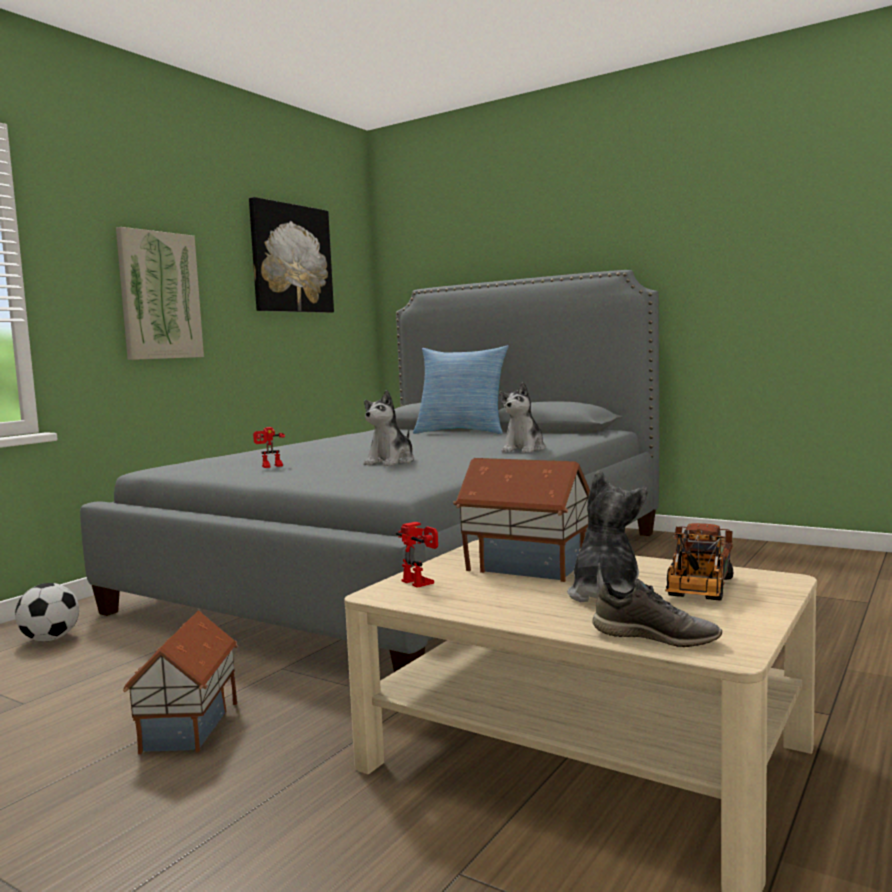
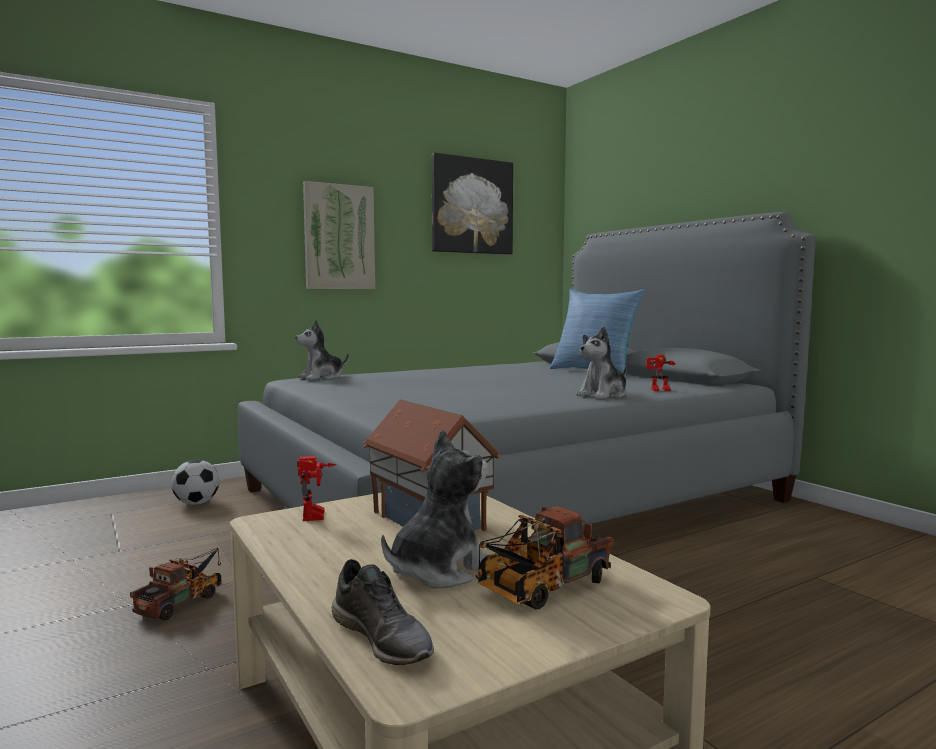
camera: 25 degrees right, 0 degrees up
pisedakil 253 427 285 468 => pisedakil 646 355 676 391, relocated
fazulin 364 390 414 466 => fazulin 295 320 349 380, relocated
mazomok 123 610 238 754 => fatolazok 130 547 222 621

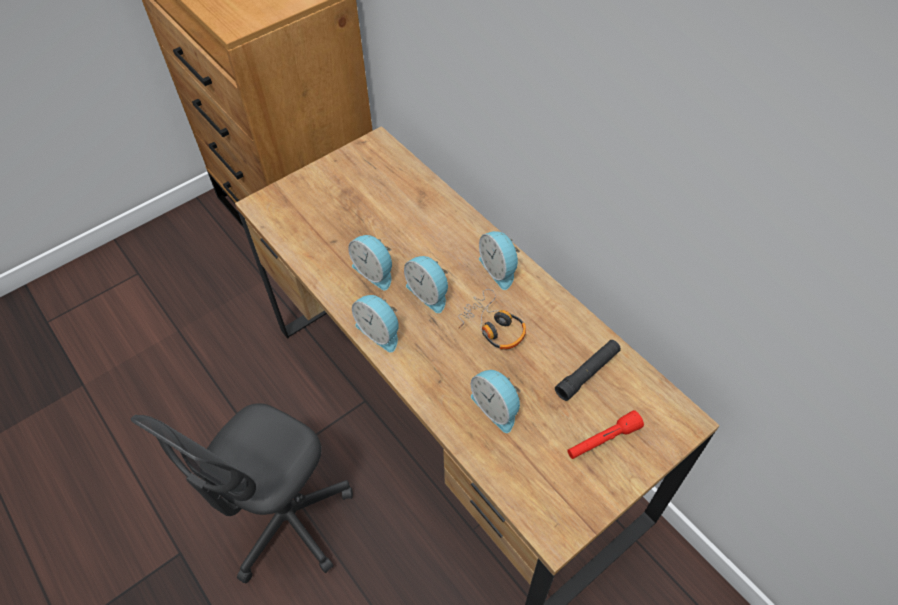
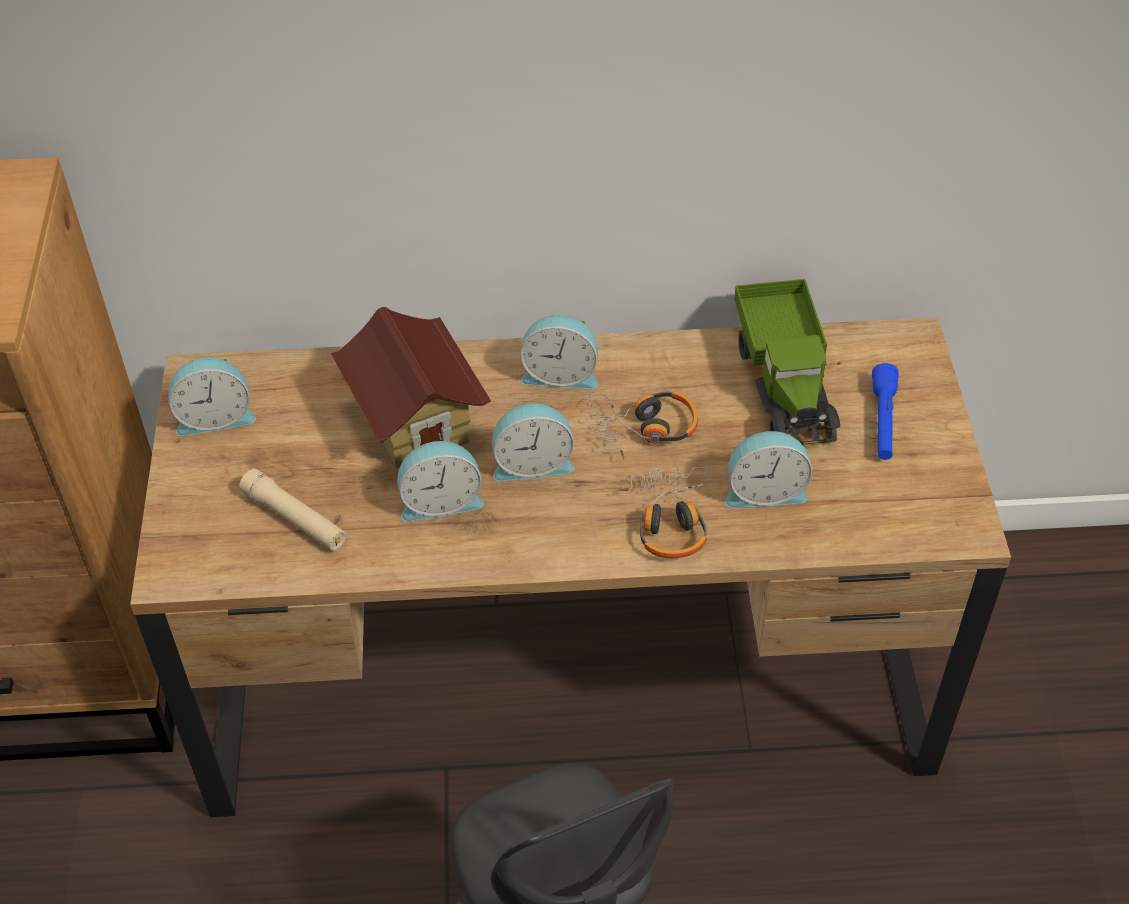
camera: 55 degrees left, 5 degrees down
nothing => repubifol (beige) 239 469 346 551
nothing => mazomok 331 307 491 469
nothing => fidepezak 617 466 709 558
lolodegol 352 295 399 353 => lolodegol 168 357 256 436, relocated
repubifol (black) 555 340 621 401 => fatolazok 734 279 841 445
repubifol (red) 567 410 644 459 => repubifol (blue) 872 363 899 460

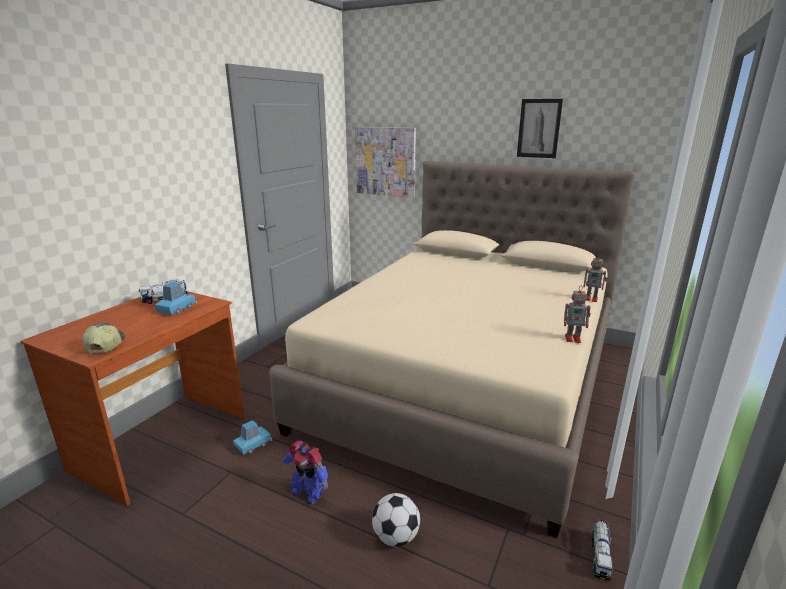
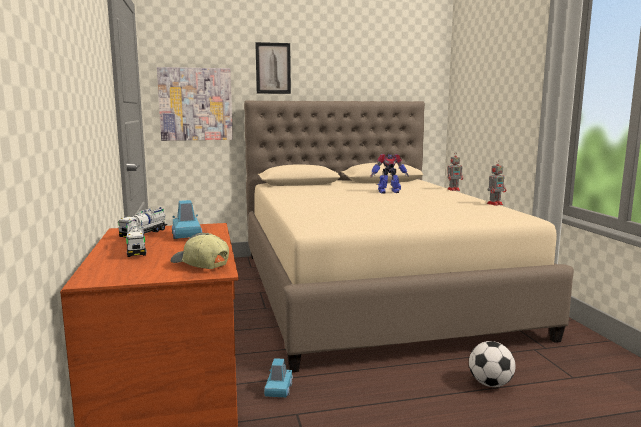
camera: 40 degrees left, 10 degrees down
pisedakil 281 440 328 504 => pisedakil 371 154 409 193, relocated
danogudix 517 99 563 158 => danogudix 255 42 291 94, relocated
fatolazok 591 520 613 581 => fatolazok 126 220 147 257, relocated

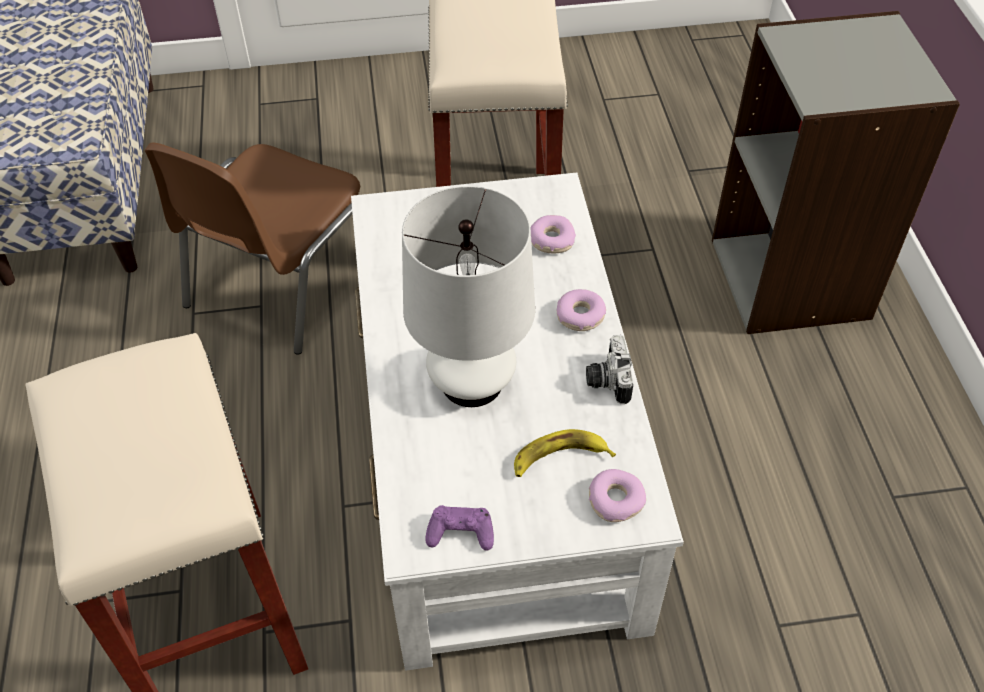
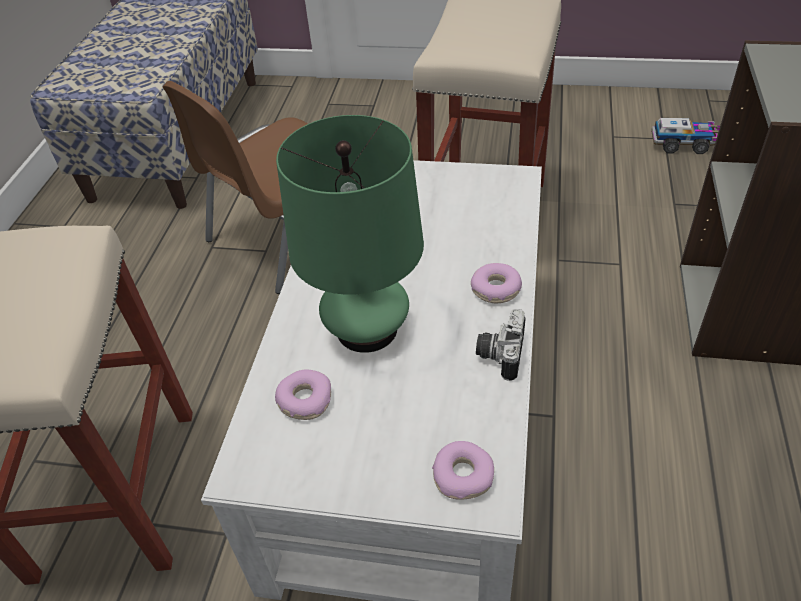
camera: 20 degrees right, 5 degrees down
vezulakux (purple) 425 505 494 551 => nothing
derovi 514 429 616 477 => nothing
nothing => fatolazok 651 118 720 154
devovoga 531 215 576 253 => devovoga 275 370 331 420, relocated
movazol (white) 402 186 535 407 => movazol (green) 276 115 424 353

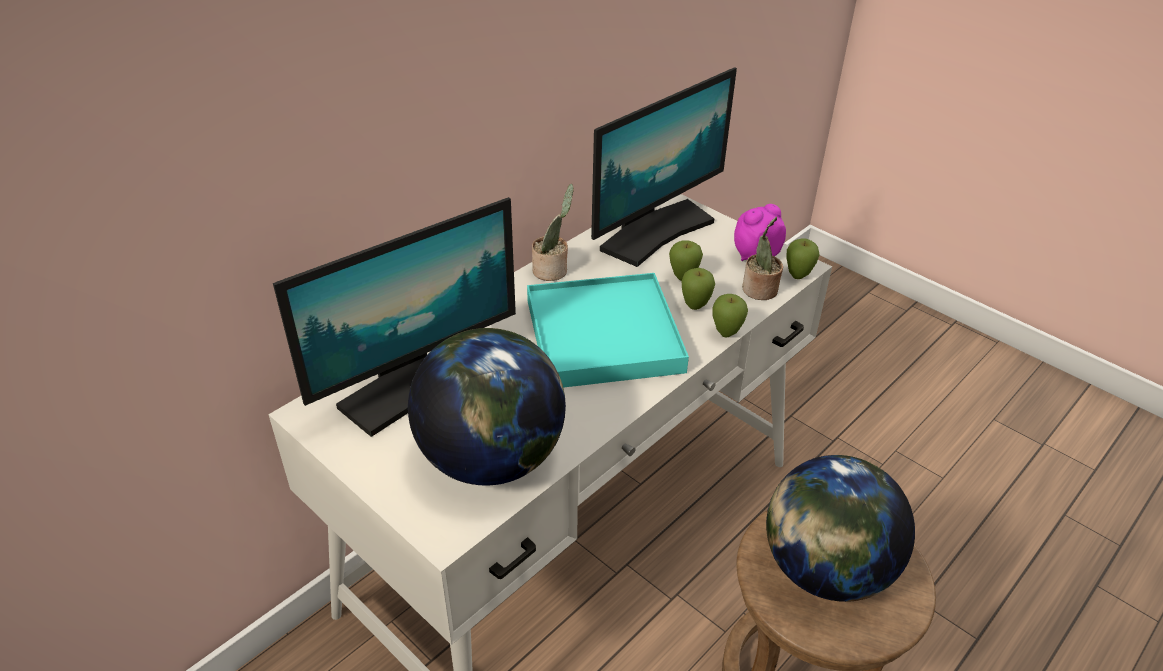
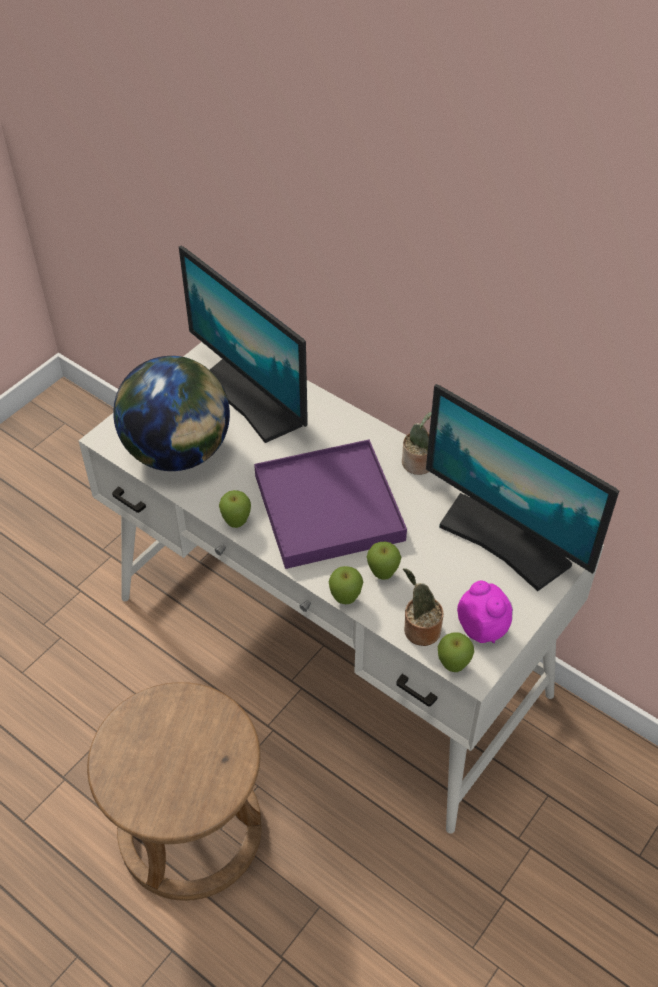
camera: 85 degrees right, 10 degrees up
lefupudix 766 455 915 602 => nothing
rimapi 669 240 703 281 => rimapi 219 490 251 528, relocated
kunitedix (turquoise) 527 273 689 388 => kunitedix (purple) 254 440 407 569

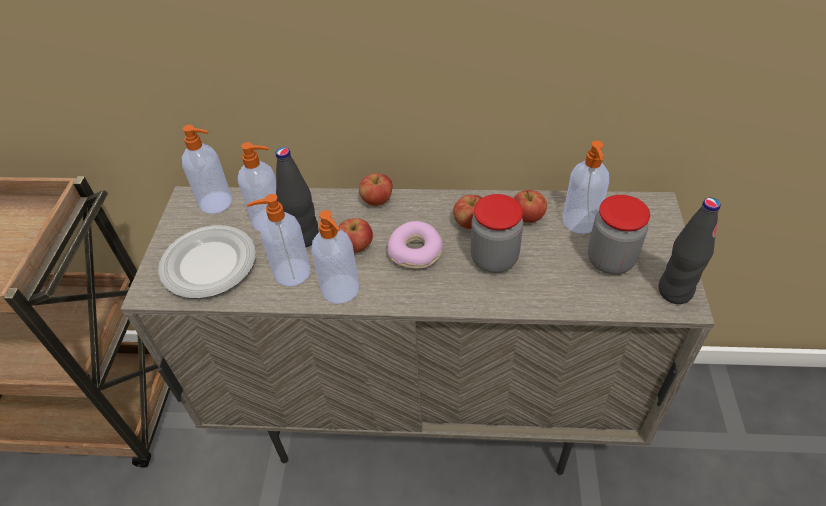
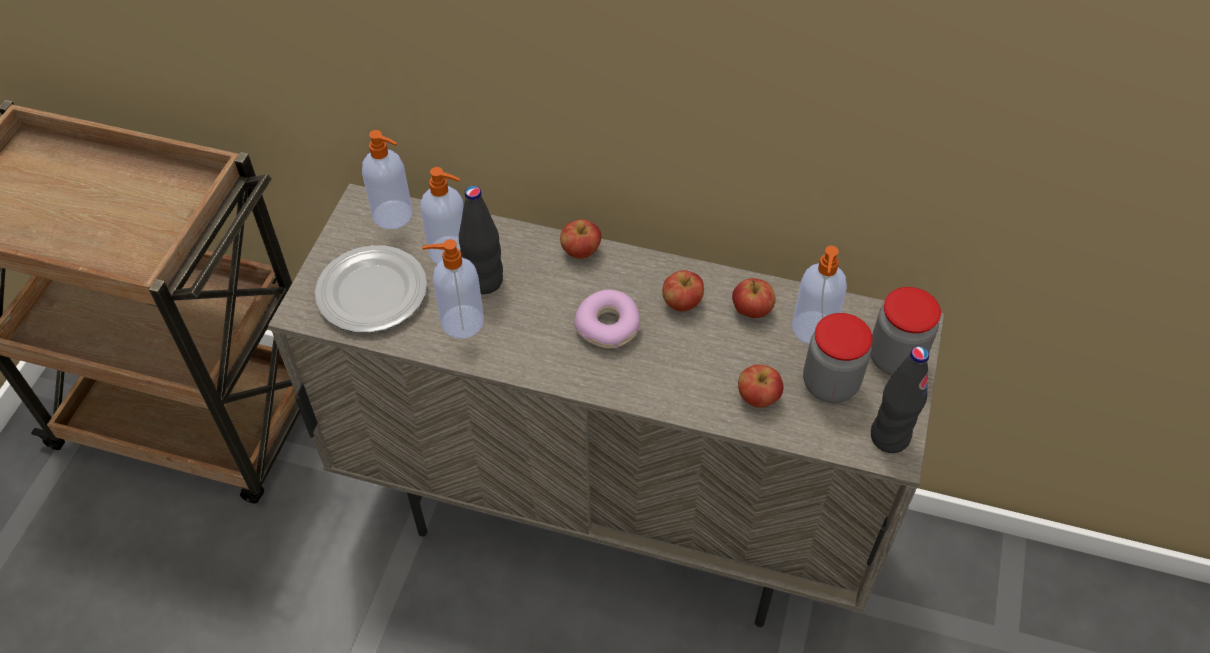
camera: 10 degrees right, 5 degrees up
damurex 311 210 359 304 => nothing
rimapi 338 218 373 253 => rimapi 738 364 784 408, relocated
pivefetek 471 194 523 273 => pivefetek 871 287 941 375, relocated

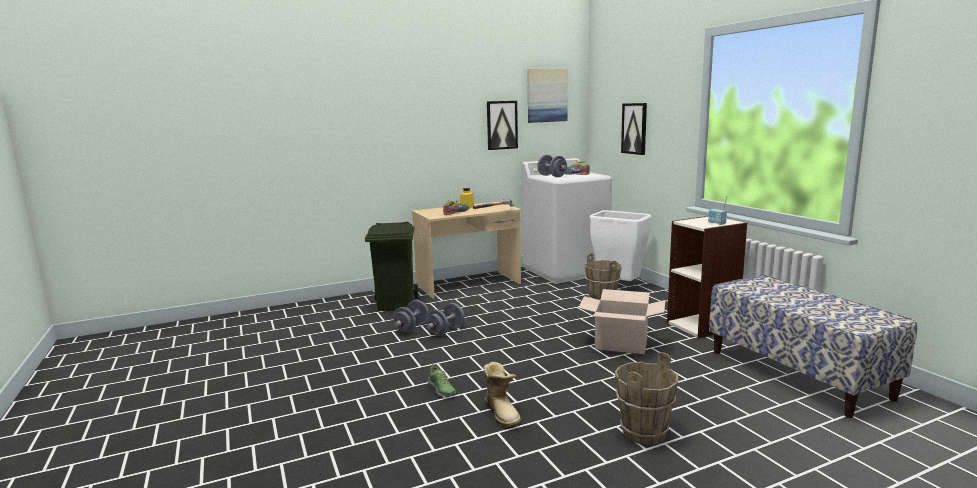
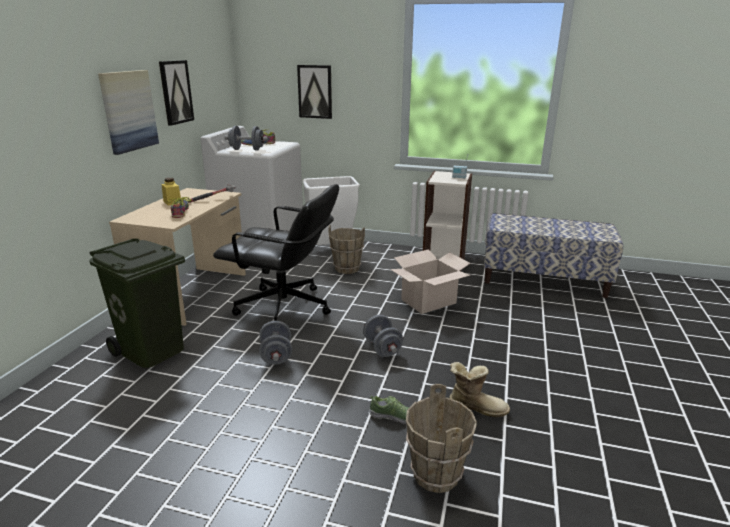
camera: 50 degrees left, 10 degrees up
nothing => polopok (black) 213 184 339 321
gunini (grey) 393 300 429 333 => gunini (grey) 363 315 403 357, relocated
danogudix 527 69 568 123 => danogudix 98 70 159 155, relocated
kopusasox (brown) 615 352 678 445 => kopusasox (brown) 406 384 477 493, relocated

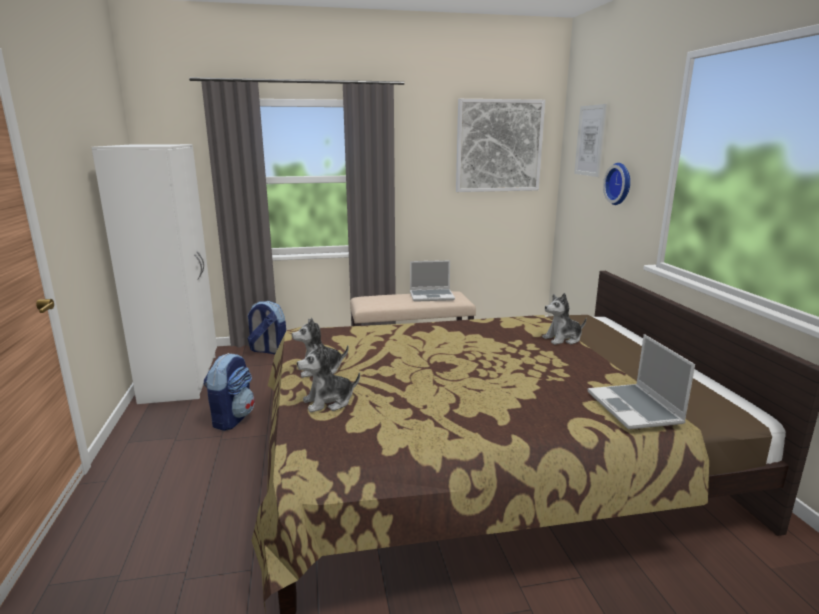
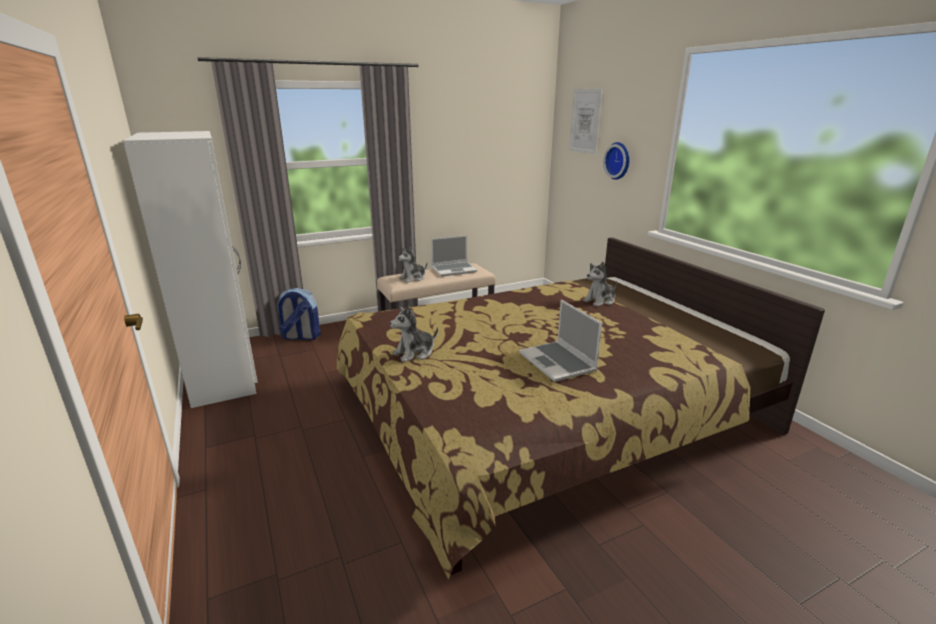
camera: 15 degrees left, 5 degrees up
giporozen 204 353 255 431 => nothing
danogudix 456 99 545 192 => nothing
fazulin 297 344 360 412 => fazulin 398 246 428 283, relocated
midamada 587 334 695 430 => midamada 519 299 602 382, relocated

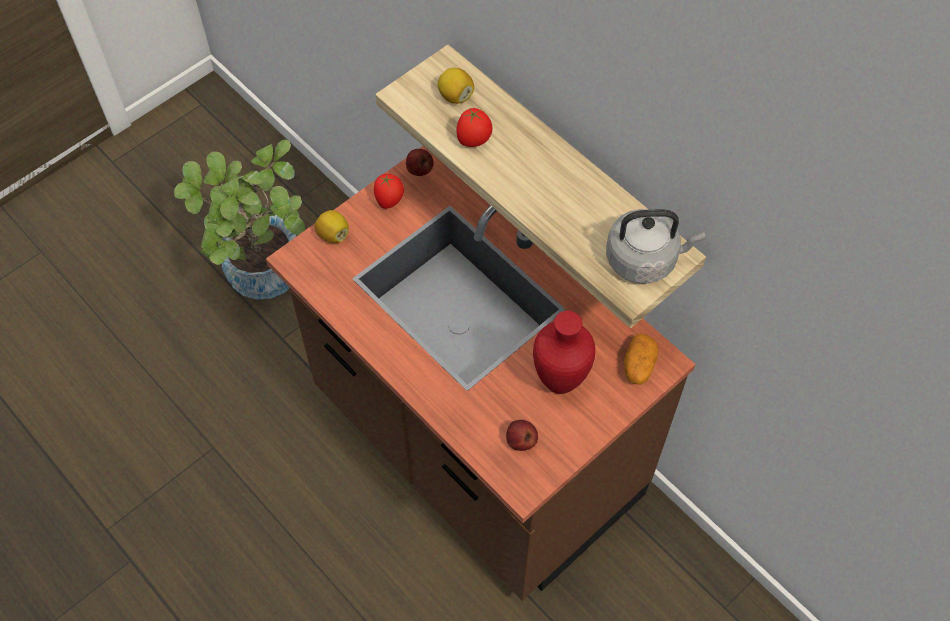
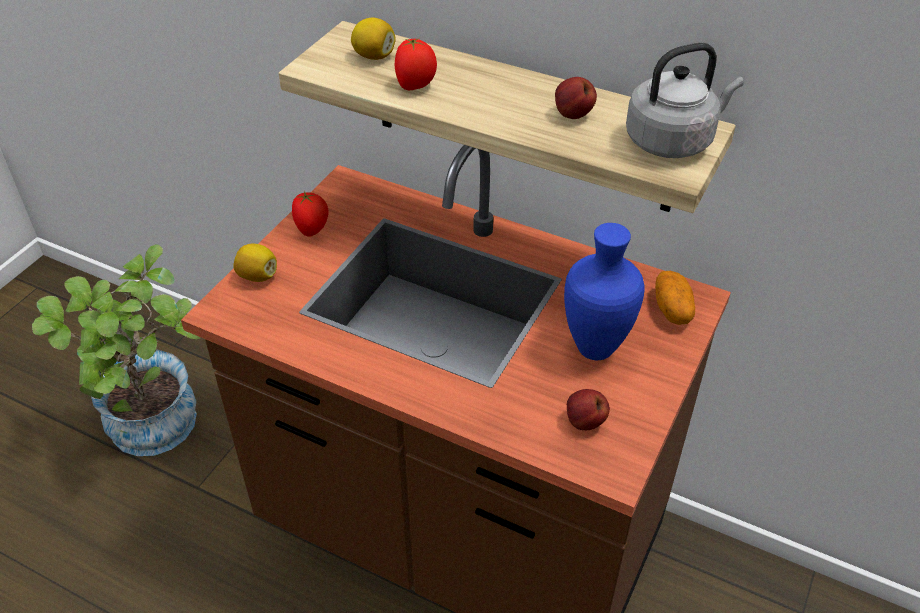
camera: 20 degrees left, 15 degrees down
rimapi 406 149 433 176 => rimapi 555 77 597 119, relocated
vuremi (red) 533 311 596 394 => vuremi (blue) 564 223 645 360

